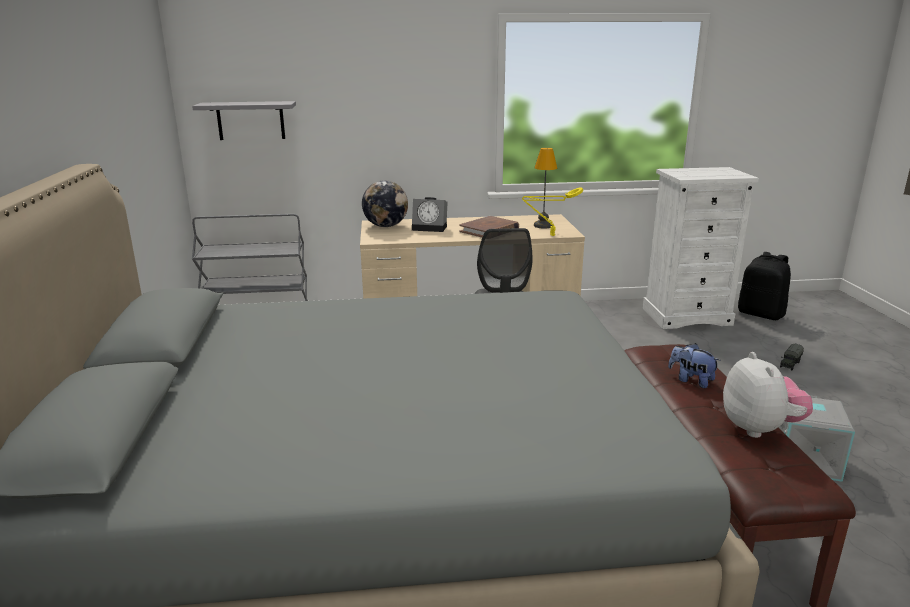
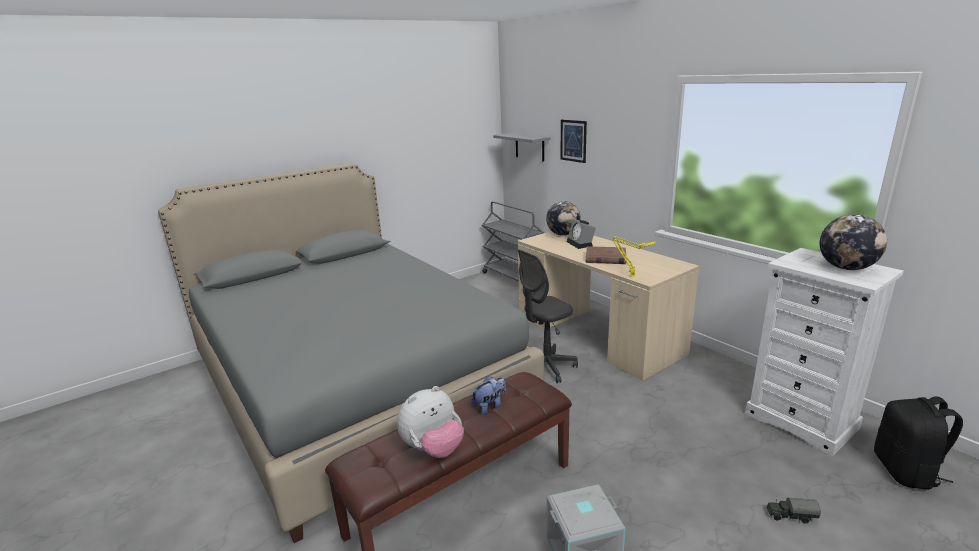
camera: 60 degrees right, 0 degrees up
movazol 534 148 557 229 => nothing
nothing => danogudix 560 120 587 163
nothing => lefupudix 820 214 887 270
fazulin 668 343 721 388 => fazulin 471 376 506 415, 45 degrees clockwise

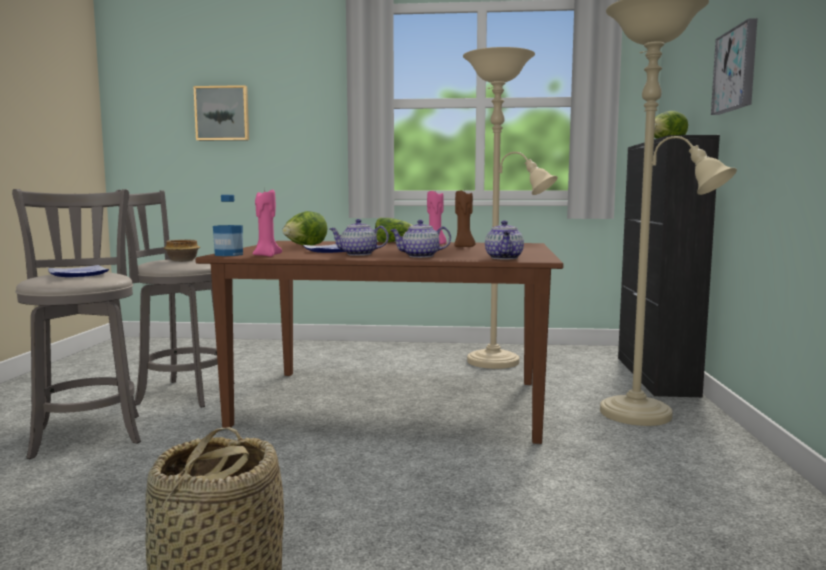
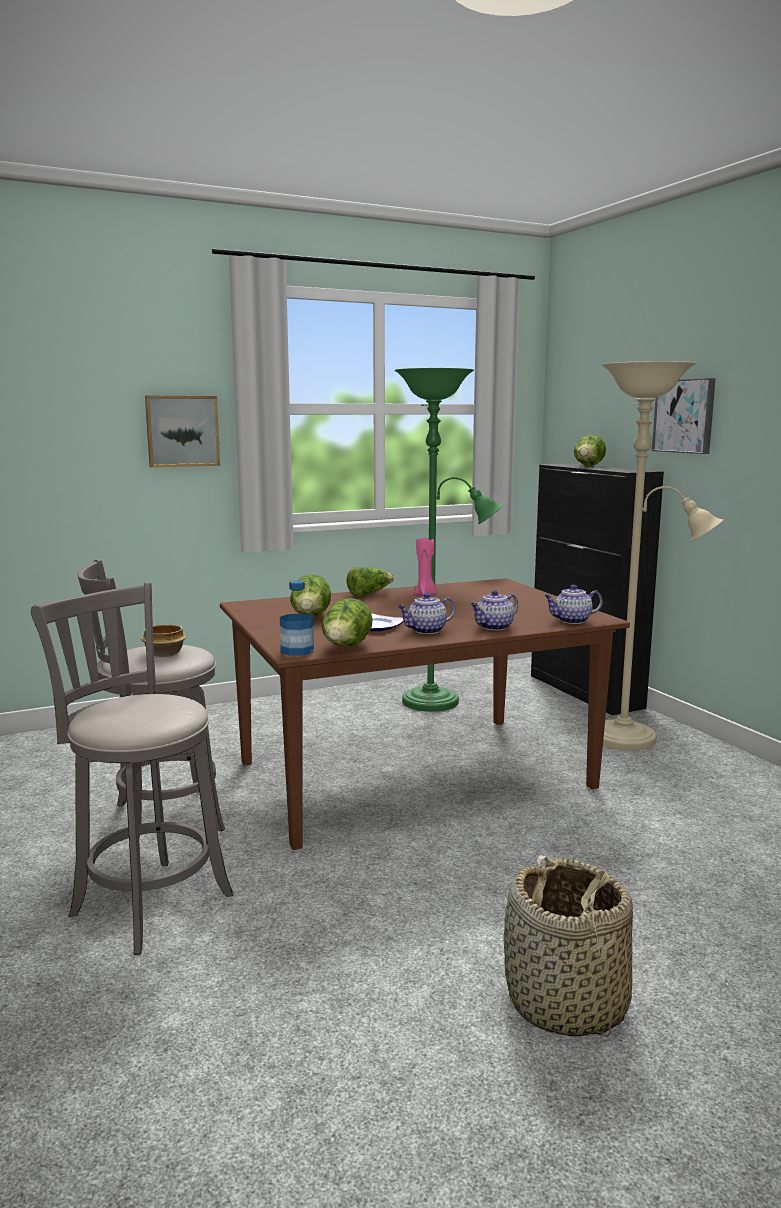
camera: 30 degrees left, 5 degrees up
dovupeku 48 265 109 277 => nothing
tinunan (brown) 455 191 475 247 => nothing
danogudix 193 85 249 141 => danogudix 145 395 220 468, relocated
tinunan (pink) 253 190 282 257 => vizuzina 322 598 373 647
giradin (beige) 463 47 558 369 => giradin (green) 395 368 503 712
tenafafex 485 220 524 260 => tenafafex 544 585 603 624, 105 degrees clockwise

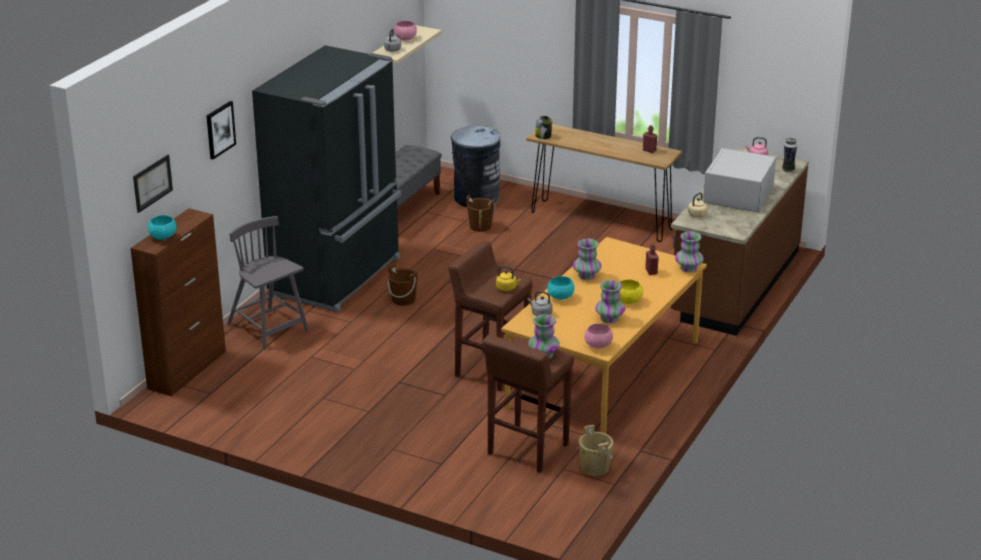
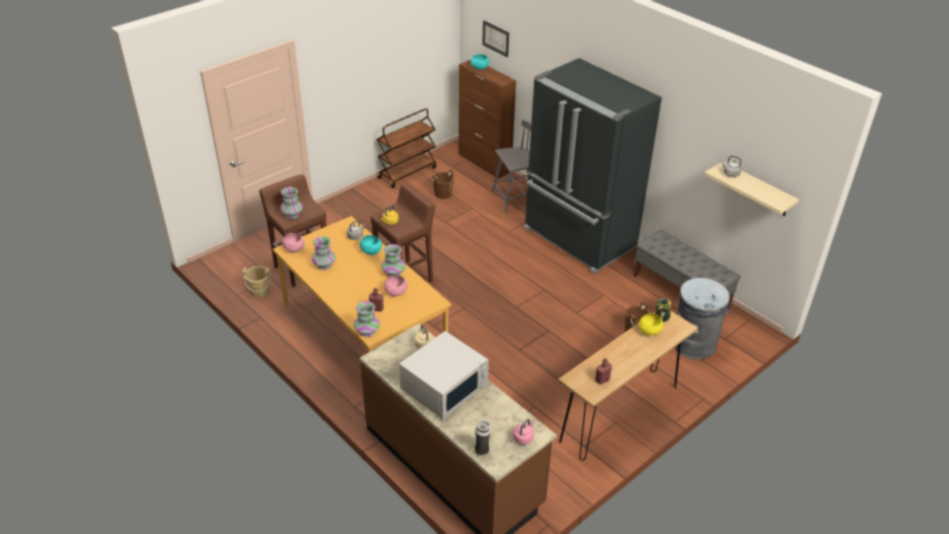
camera: 110 degrees right, 10 degrees up
danogudix 207 101 236 159 => nothing
nothing => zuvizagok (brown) 377 108 437 188
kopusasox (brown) 388 264 418 306 => kopusasox (brown) 432 169 454 199, relocated
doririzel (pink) 394 21 417 41 => doririzel (pink) 384 275 407 296, relocated
doririzel (yellow) 619 279 643 304 => doririzel (yellow) 639 313 663 335, relocated
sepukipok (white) 703 148 776 212 => sepukipok (white) 399 331 489 419, 90 degrees clockwise

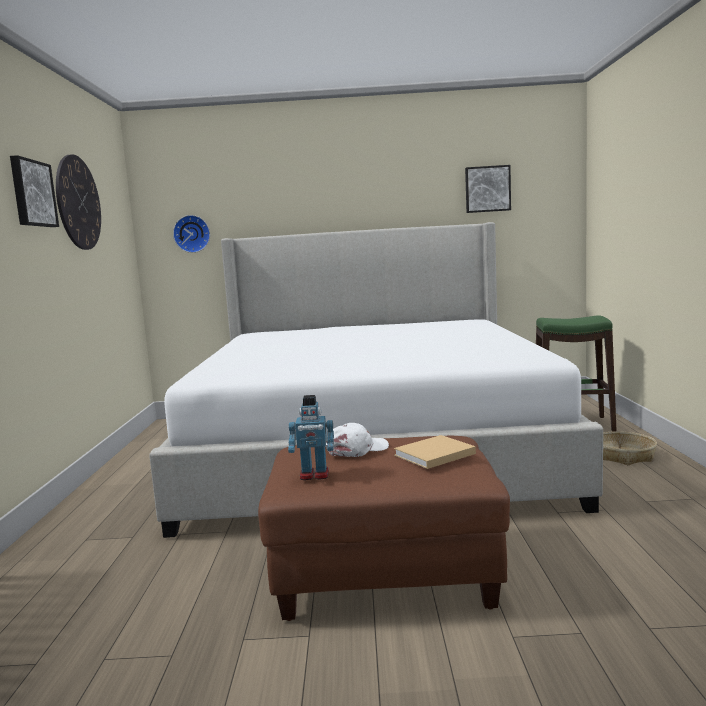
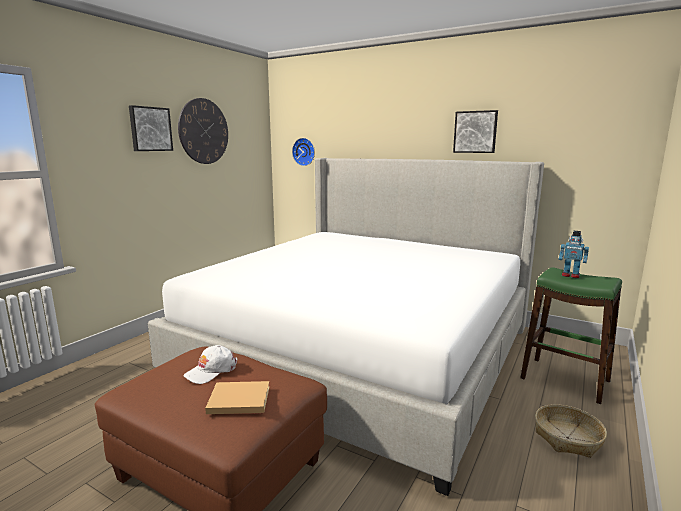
camera: 30 degrees right, 5 degrees up
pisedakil 288 395 334 480 => pisedakil 559 231 589 278, relocated
danogudix 465 165 511 213 => danogudix 453 110 498 153, relocated
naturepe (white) 325 423 389 457 => naturepe (white) 183 345 237 384, 135 degrees clockwise

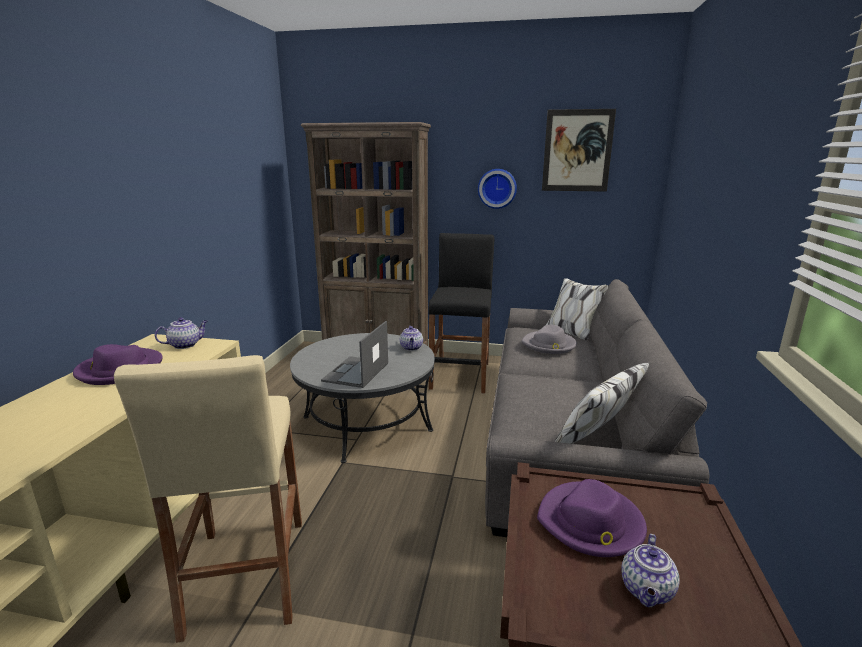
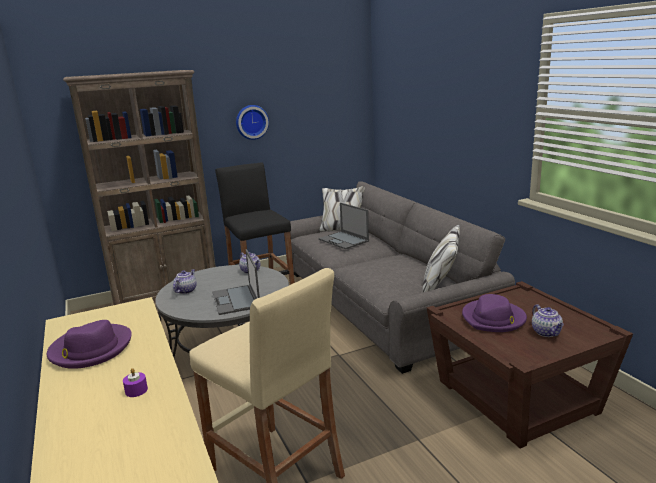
camera: 35 degrees left, 0 degrees up
danogudix 542 109 616 192 => nothing
nothing => tinunan (purple) 123 368 148 397
tenafafex 155 318 208 349 => tenafafex 173 269 197 294, relocated
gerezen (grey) 522 324 577 354 => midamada 318 202 369 249

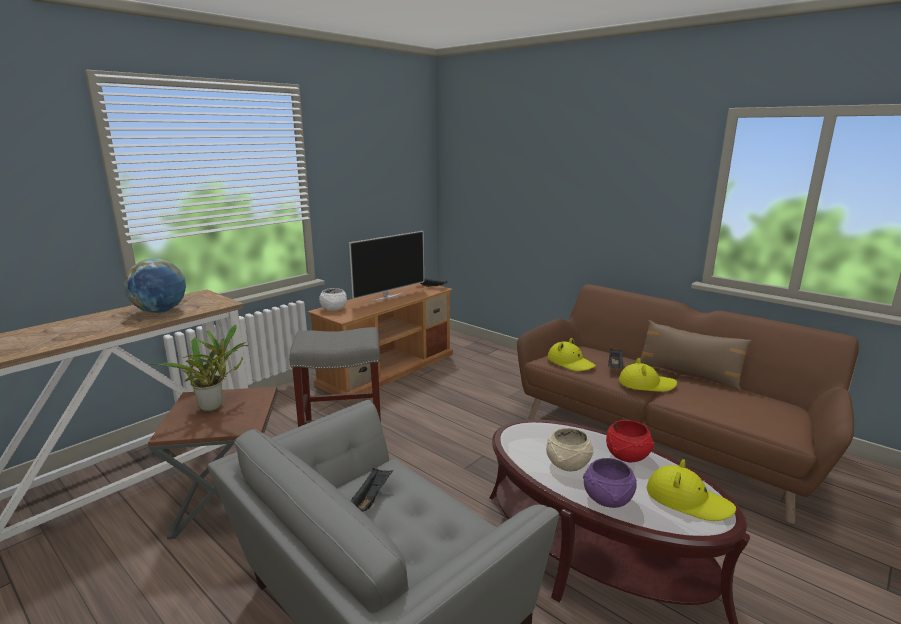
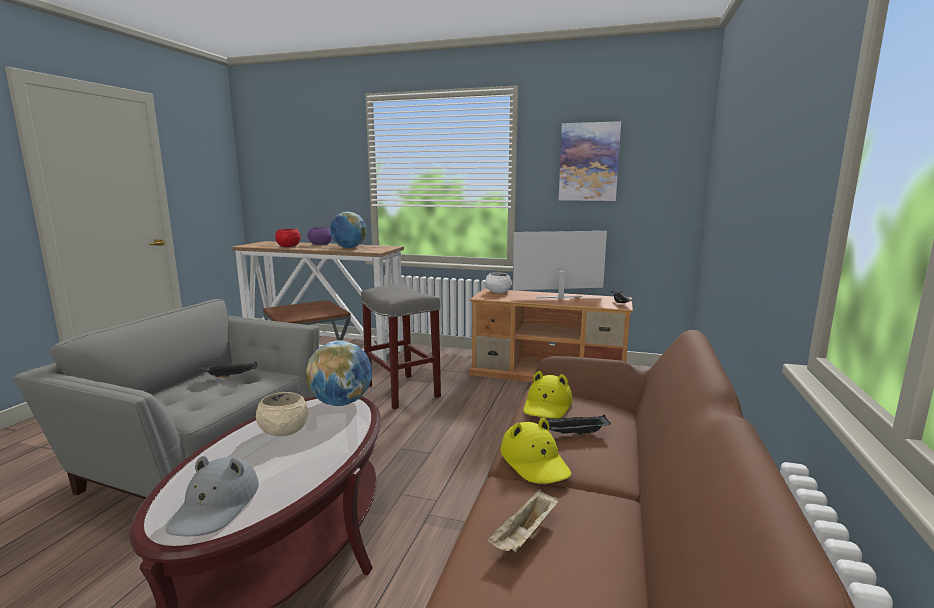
camera: 65 degrees right, 5 degrees down
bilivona 150 325 248 412 => nothing
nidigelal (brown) 640 320 752 391 => nothing
nothing => lefupudix 306 341 372 406
nothing => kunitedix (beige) 487 489 559 552
nothing => danogudix 559 121 621 201
doririzel (purple) 583 458 637 508 => doririzel (purple) 307 227 332 245, relocated
doririzel (red) 606 420 654 463 => doririzel (red) 275 229 301 247, relocated
gerezen (yellow) 647 459 736 521 => gerezen (grey) 166 456 259 536
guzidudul 349 231 424 302 => guzidudul 513 231 607 299, 150 degrees clockwise

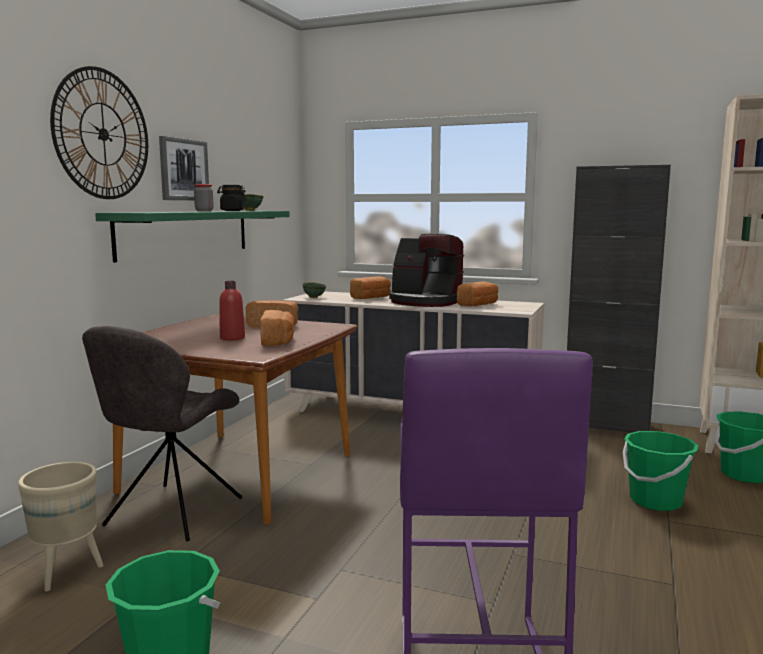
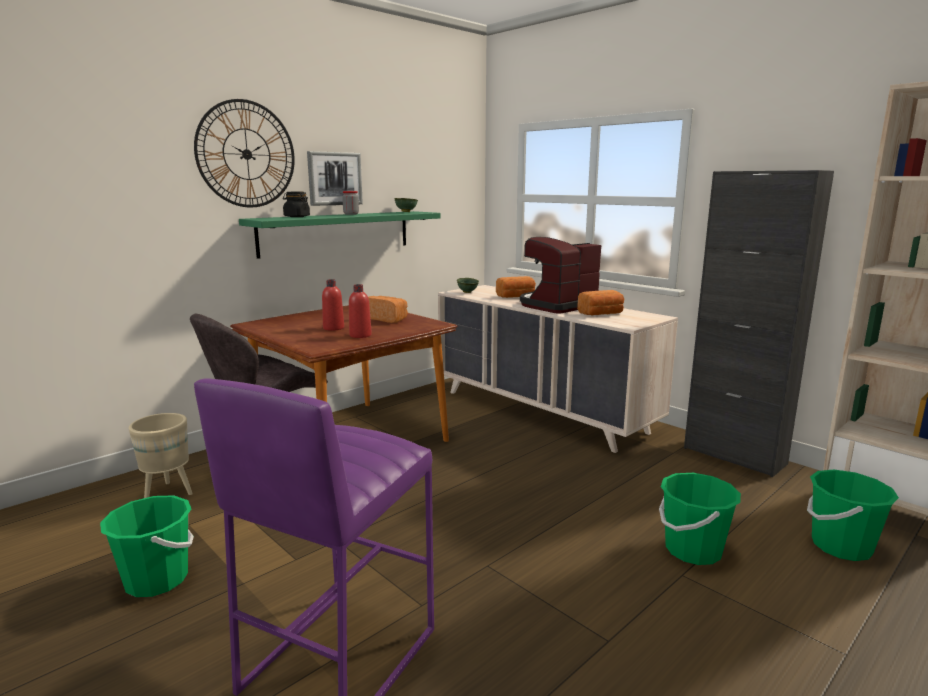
camera: 25 degrees right, 5 degrees up
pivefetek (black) 217 185 247 211 => pivefetek (black) 283 192 310 217, relocated
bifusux 260 310 295 346 => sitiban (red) 349 284 372 338
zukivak 389 234 464 307 => zukivak 520 237 601 313, 90 degrees clockwise

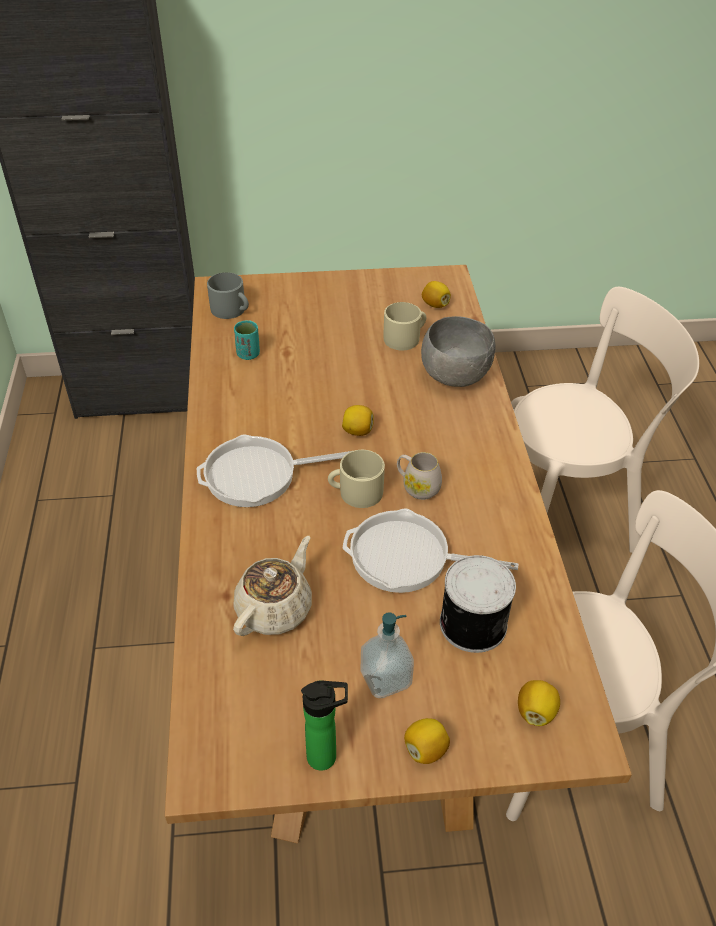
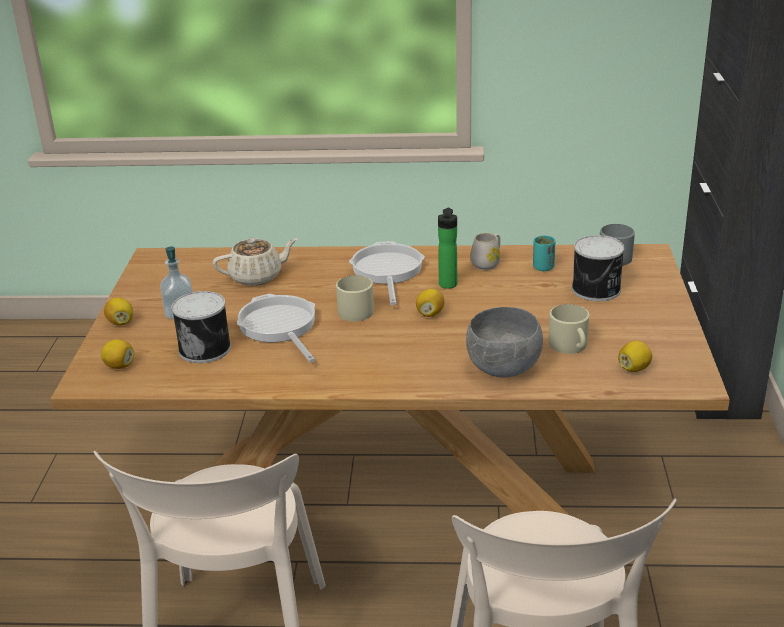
camera: 100 degrees right, 15 degrees down
nothing => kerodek 572 235 624 301
sitiban 301 680 348 771 => sitiban 438 208 457 289, relocated
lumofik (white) 397 452 442 500 => lumofik (white) 470 233 501 270, relocated
tenafafex (beige) 233 536 312 636 => tenafafex (beige) 213 238 297 286, 60 degrees counterclockwise
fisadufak 342 509 518 593 => fisadufak 237 294 315 363, 45 degrees counterclockwise

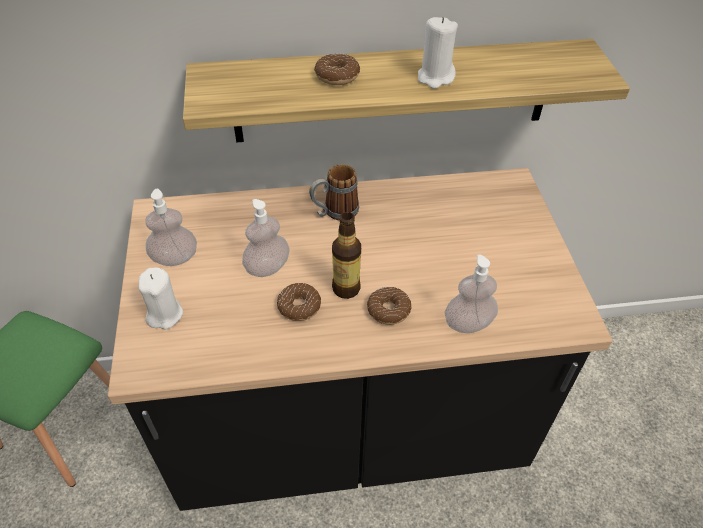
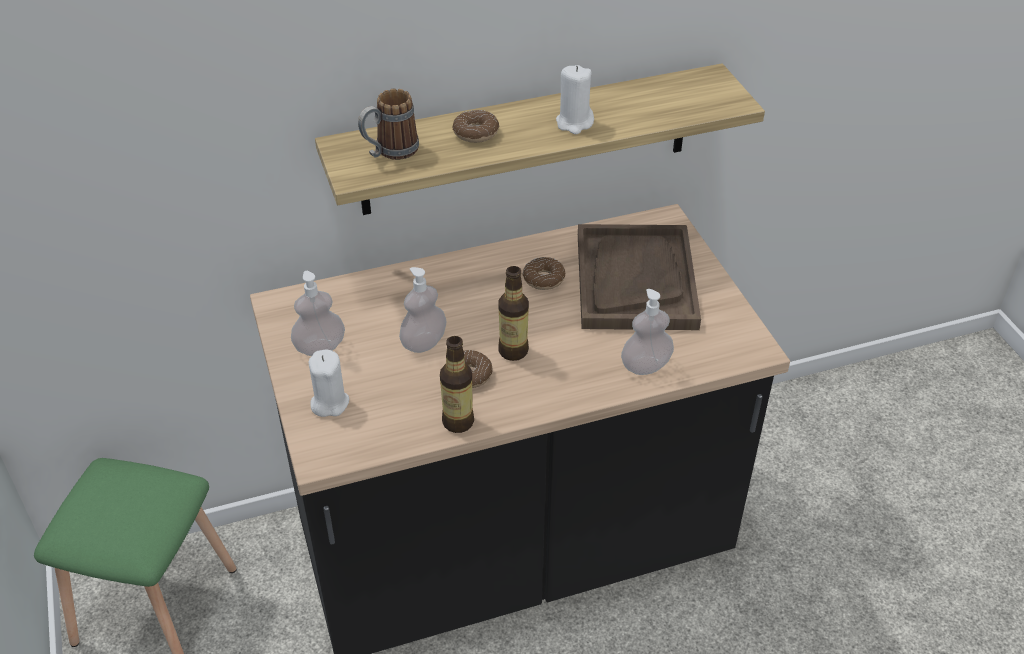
camera: 10 degrees left, 5 degrees down
nothing => sitiban 440 336 474 433
nothing => kunitedix (brown) 578 224 701 330
lumofik 309 164 359 221 => lumofik 358 89 419 160, relocated
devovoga 367 287 411 325 => devovoga 522 257 565 290, relocated

